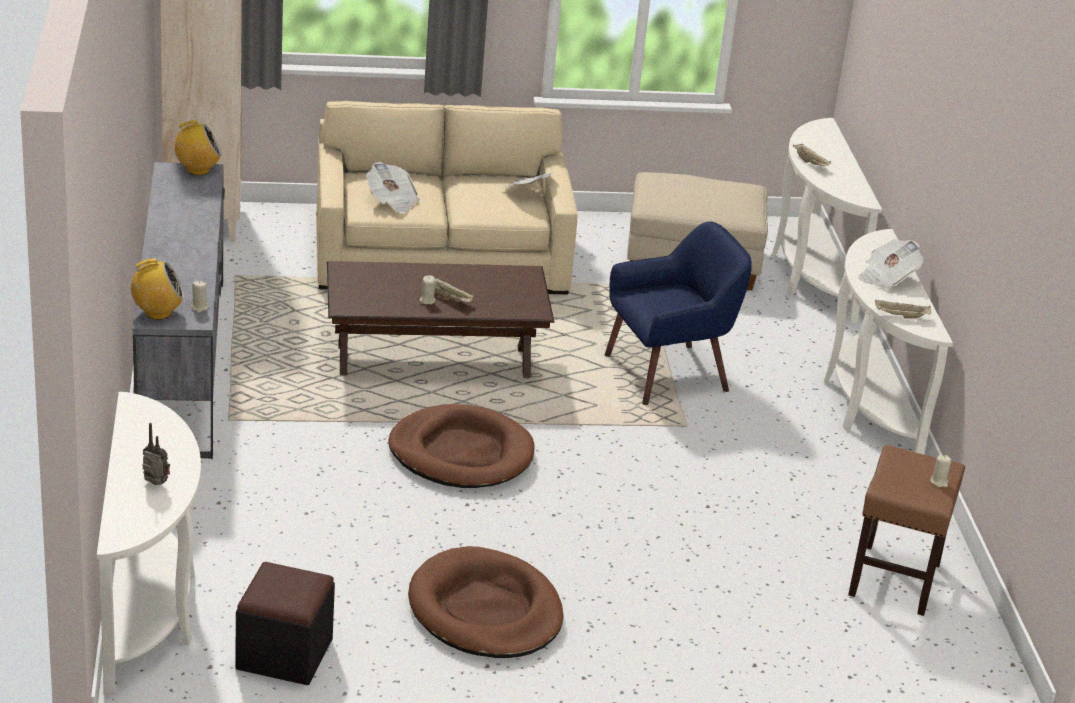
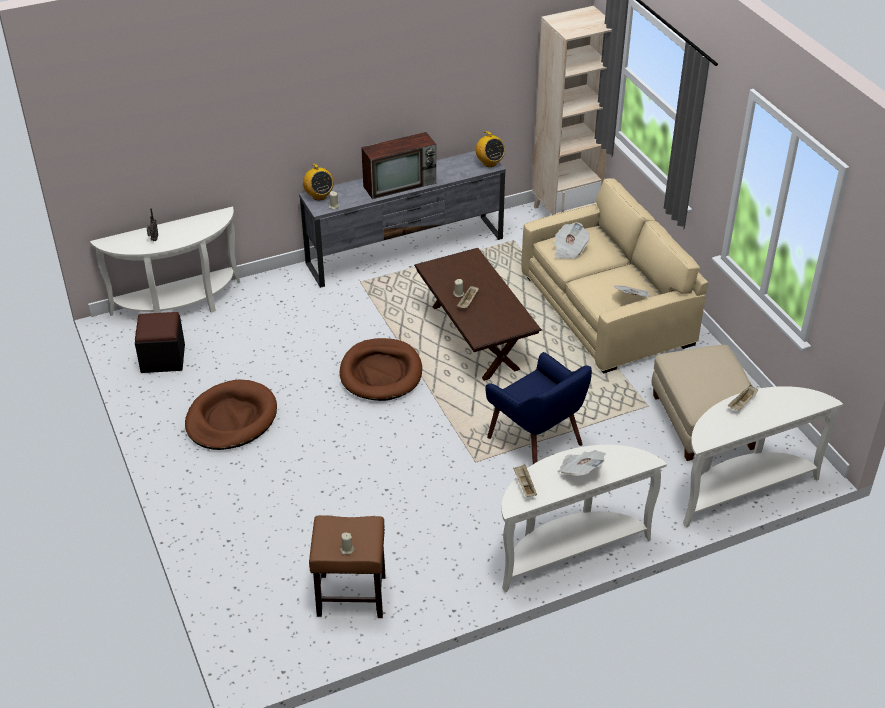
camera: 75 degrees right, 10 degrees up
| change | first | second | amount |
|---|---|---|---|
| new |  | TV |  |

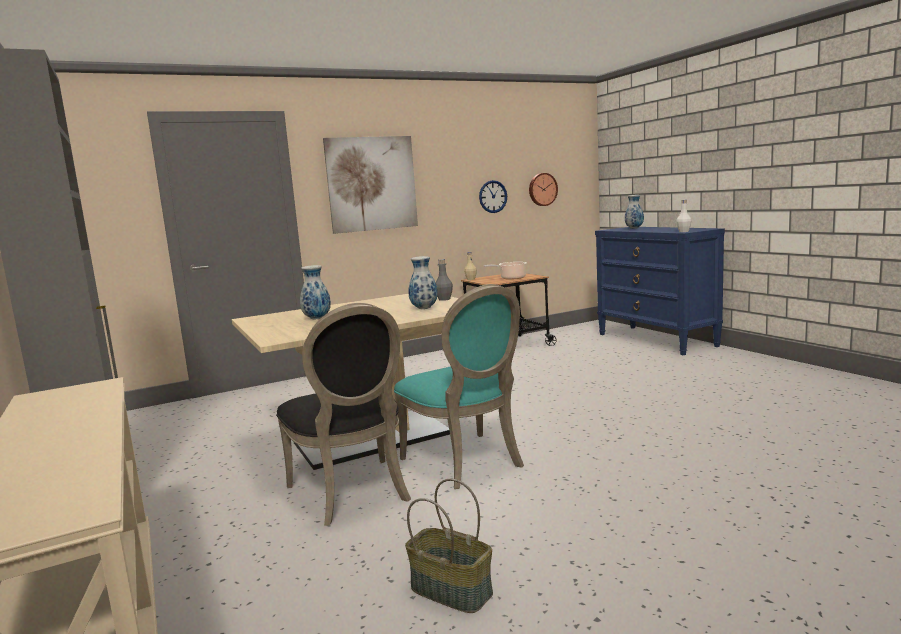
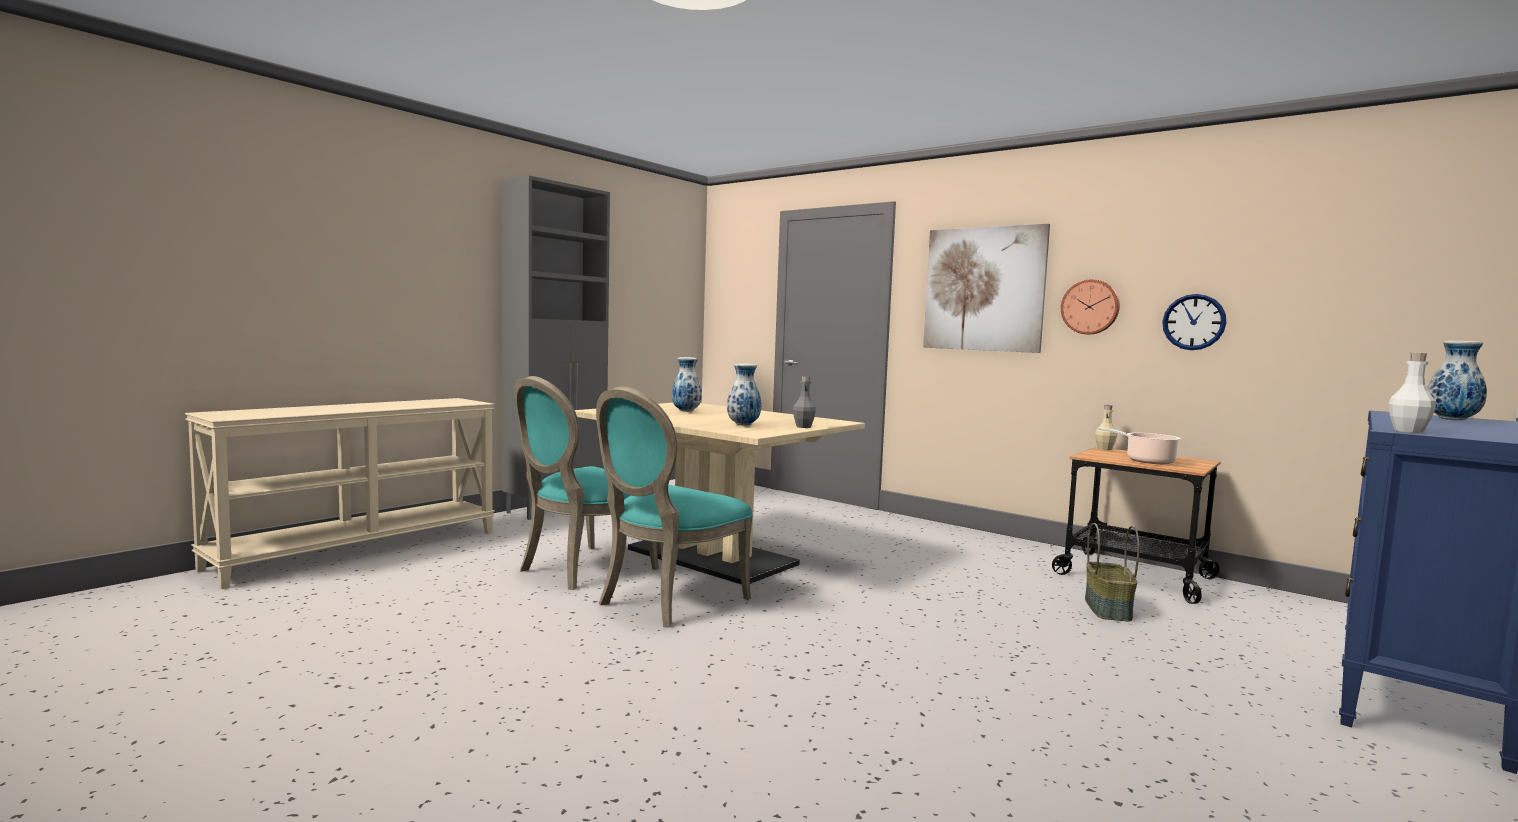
camera: 65 degrees right, 5 degrees down
| change | first | second | amount |
|---|---|---|---|
| shifted | hanging clock (no. 2 from left in the first image) | hanging clock (no. 1 from left) |  |
| repainted | black upright chair | turquoise upright chair (no. 1 from left) |  |
| shifted | storage basket |  |  |

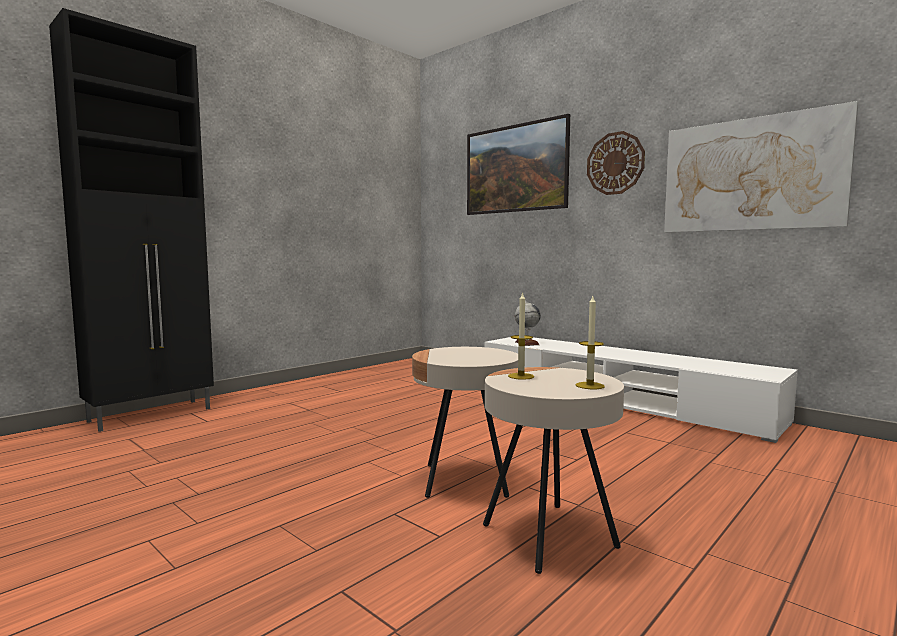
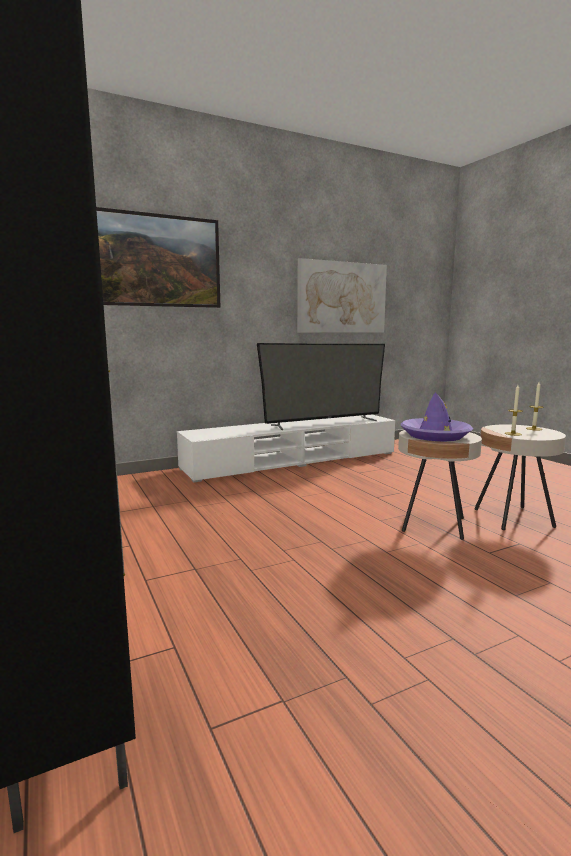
camera: 70 degrees left, 5 degrees up
| change | first | second | amount |
|---|---|---|---|
| gone | hanging clock |  |  |
| gone | desk globe |  |  |
| new |  | TV |  |
| new |  | purple-coloured clothing hat |  |

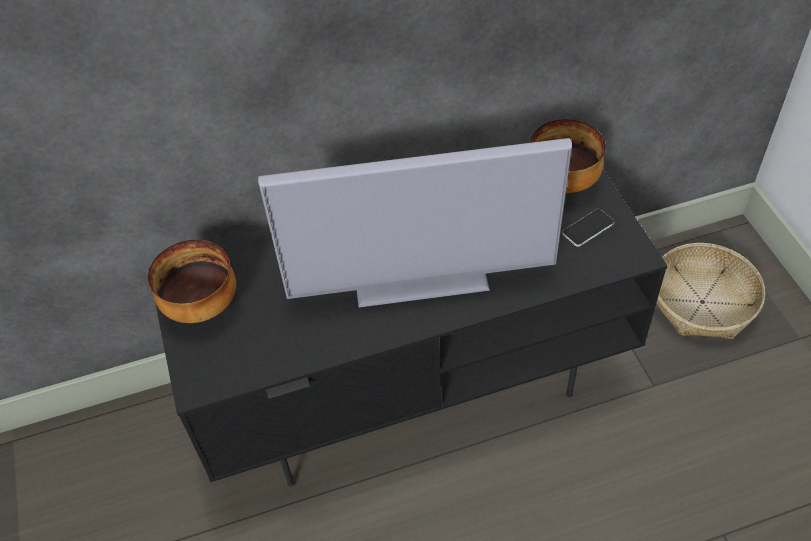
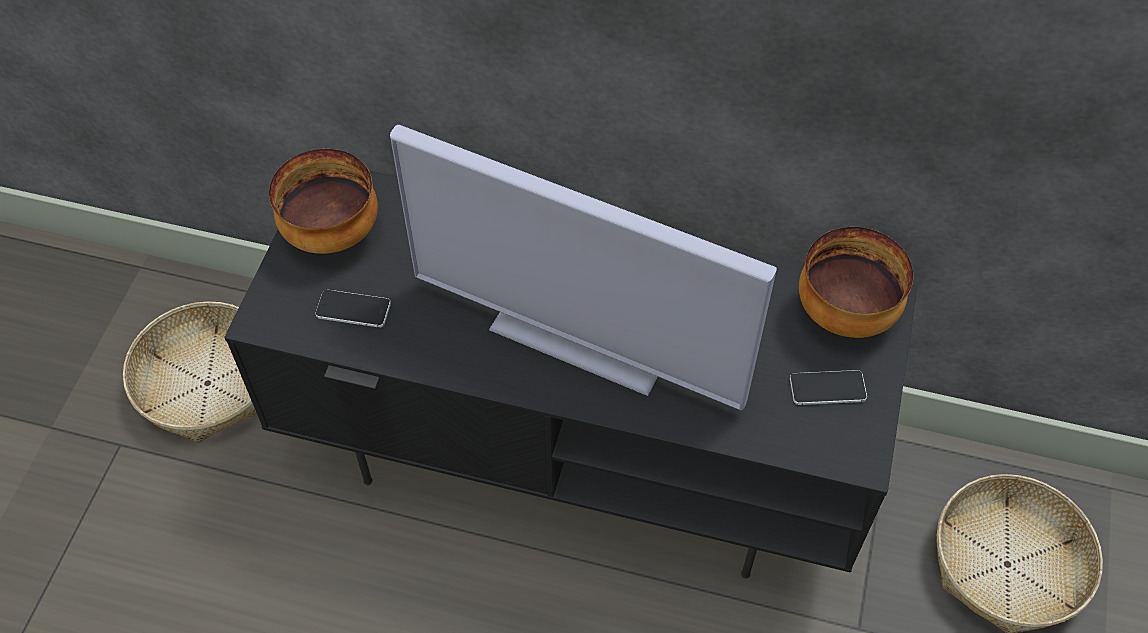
camera: 30 degrees right, 5 degrees up
| change | first | second | amount |
|---|---|---|---|
| new |  | phone (no. 1 from left) |  |
| new |  | storage basket (no. 1 from left) |  |

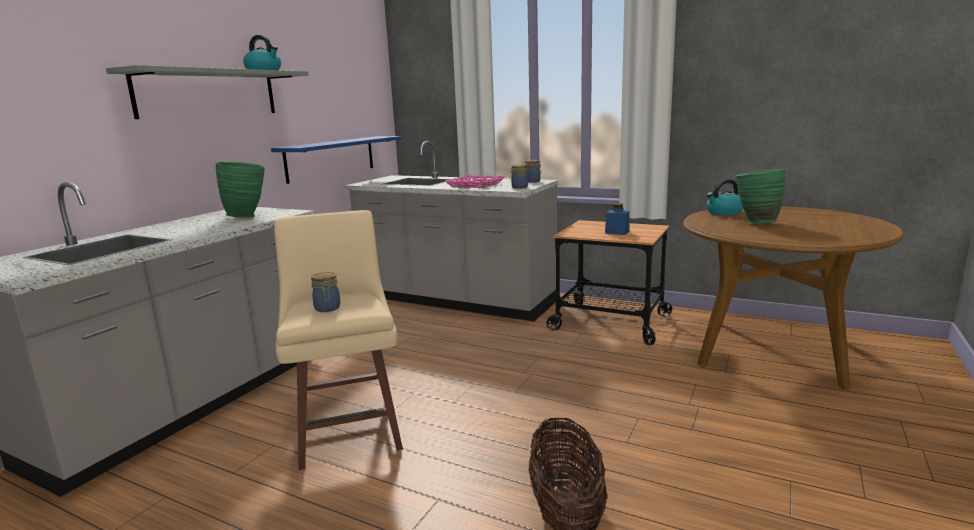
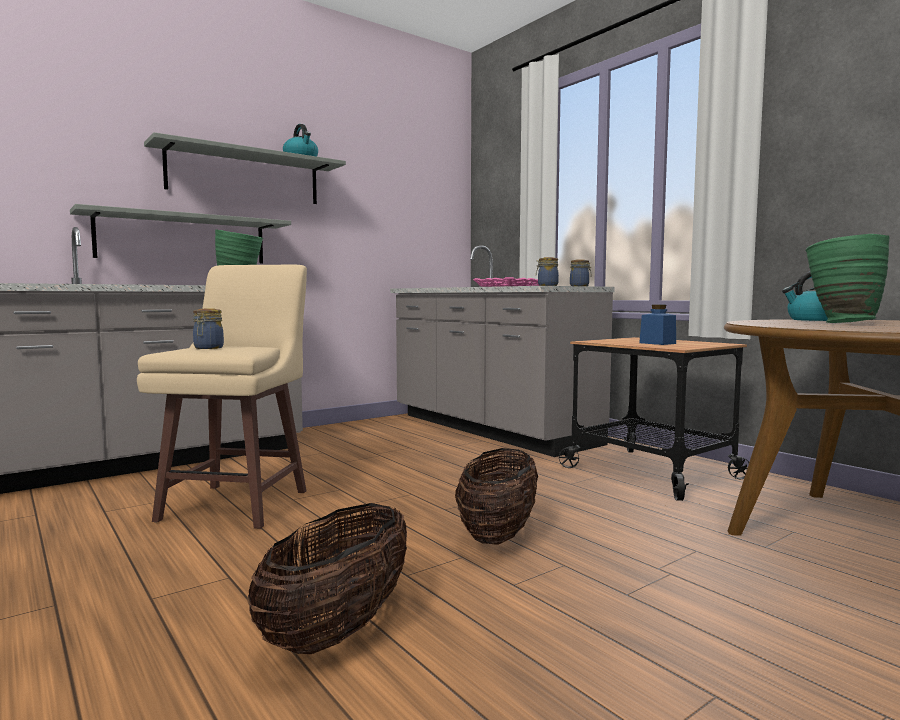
camera: 25 degrees right, 10 degrees down
| change | first | second | amount |
|---|---|---|---|
| gone | blue-coloured bracket shelf |  |  |
| new |  | greyish bracket shelf (no. 1 from left) |  |
| new |  | storage basket (no. 2 from left) |  |

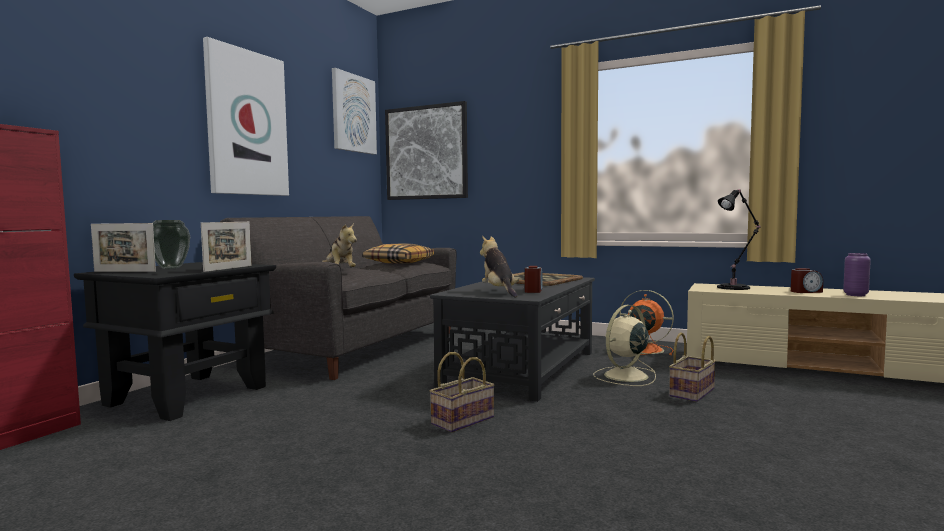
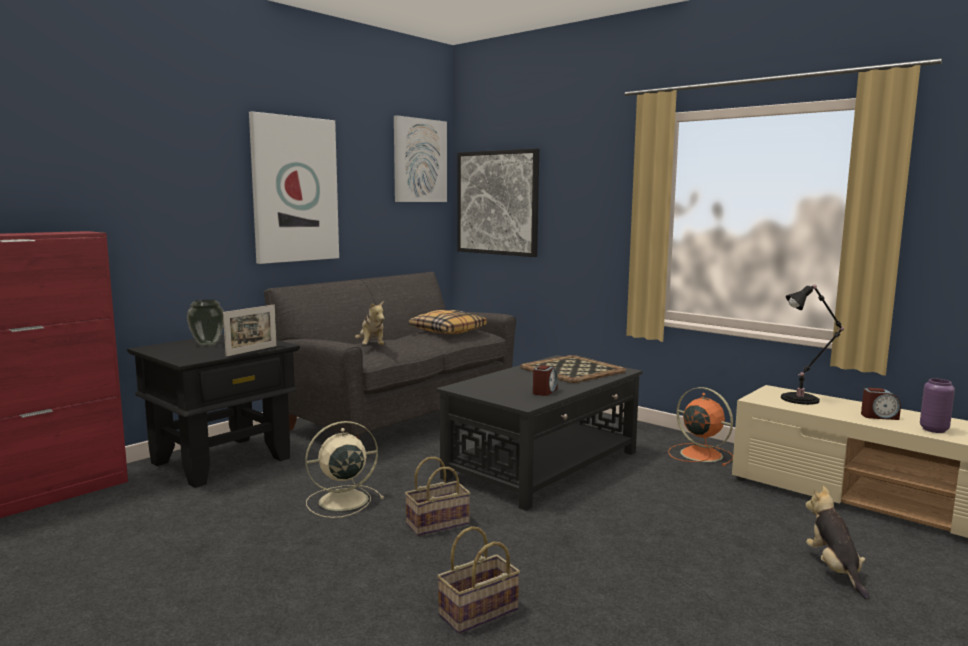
camera: 15 degrees right, 5 degrees up
| change | first | second | amount |
|---|---|---|---|
| gone | photo frame (no. 1 from left) |  |  |
| shifted | soft toy (no. 2 from left) |  |  |
| shifted | beige fan |  |  |
| shifted | storage basket (no. 2 from left) |  |  |

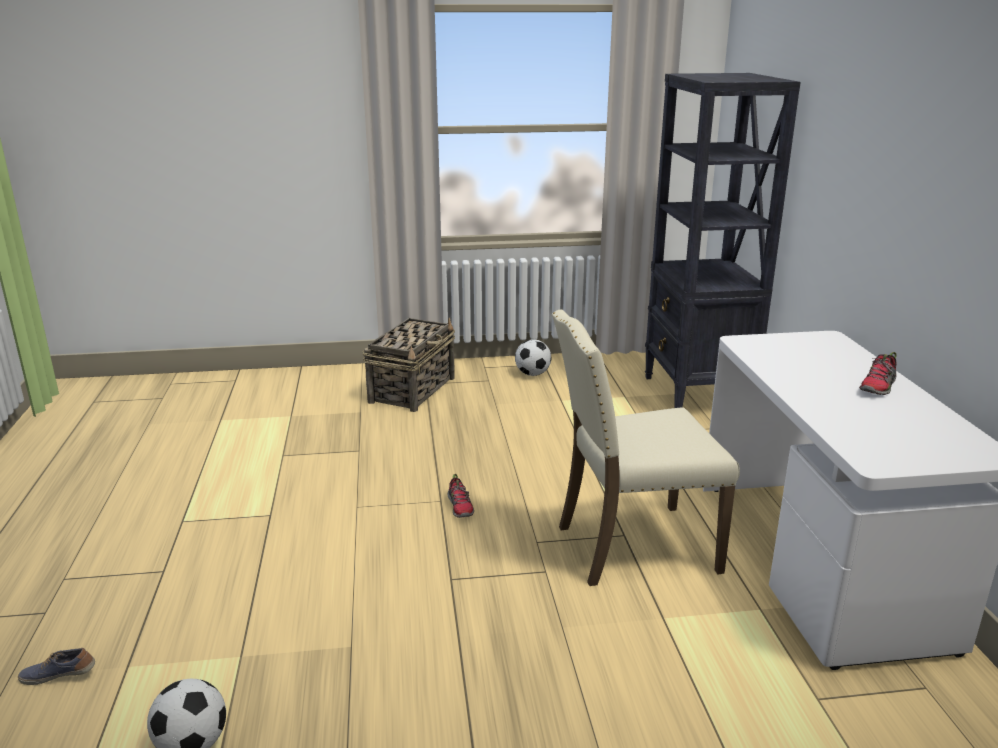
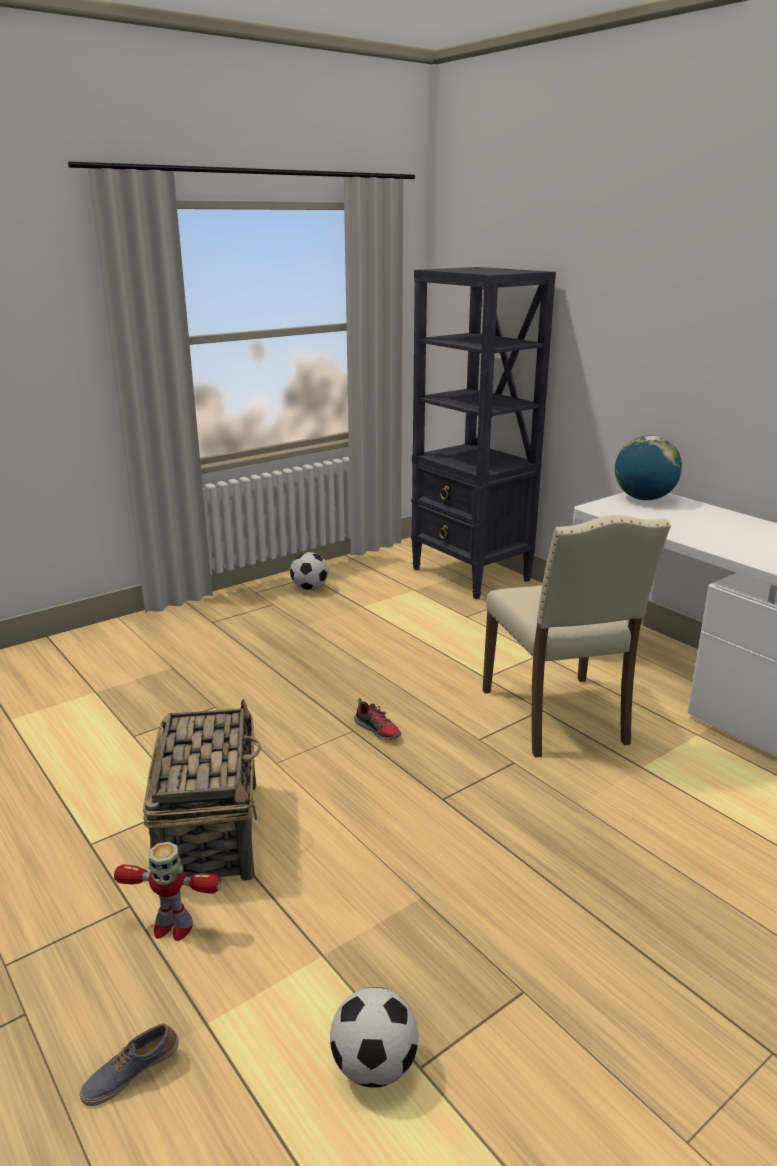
camera: 30 degrees left, 0 degrees up
| change | first | second | amount |
|---|---|---|---|
| rotated | beige upright chair |  | 60 degrees counterclockwise |
| shifted | storage basket |  |  |
| gone | low shoe (no. 3 from left) |  |  |
| new |  | desk globe |  |
| new |  | toy robot |  |

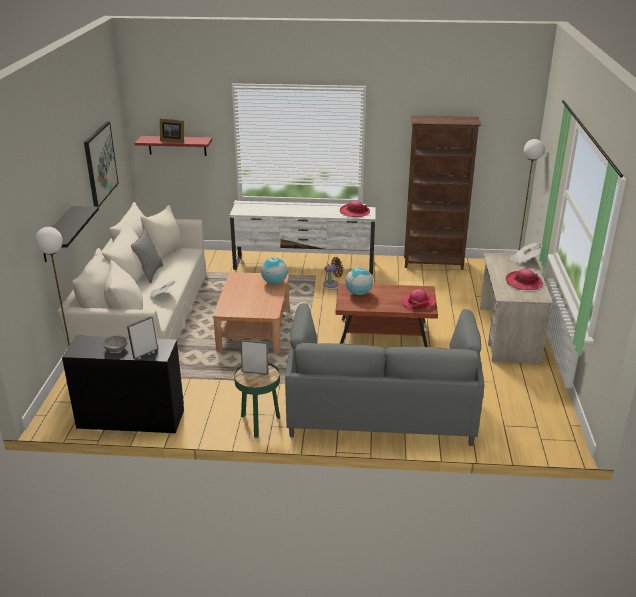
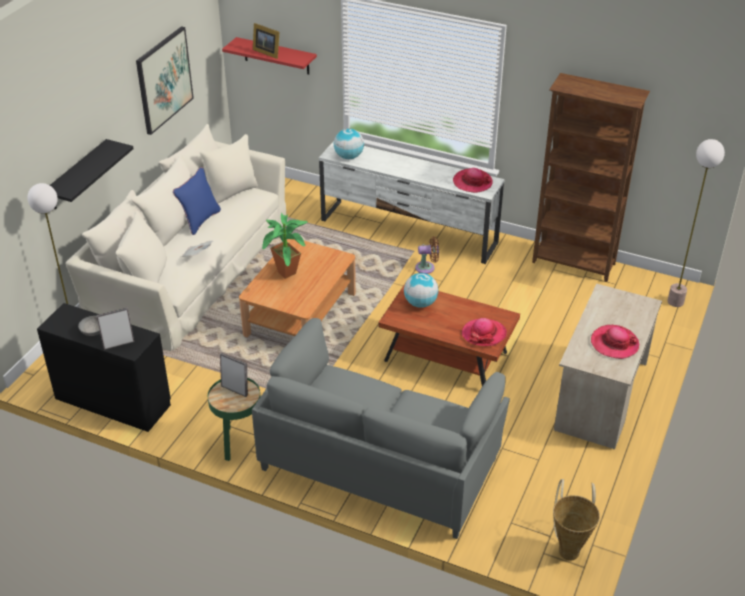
camera: 20 degrees right, 10 degrees up
| change | first | second | amount |
|---|---|---|---|
| repainted | greyish cushion | blue-coloured cushion |  |
| gone | printed paper (no. 2 from left) |  |  |
| shifted | desk globe (no. 1 from left) |  |  |
| new |  | houseplant |  |
| new |  | storage basket |  |

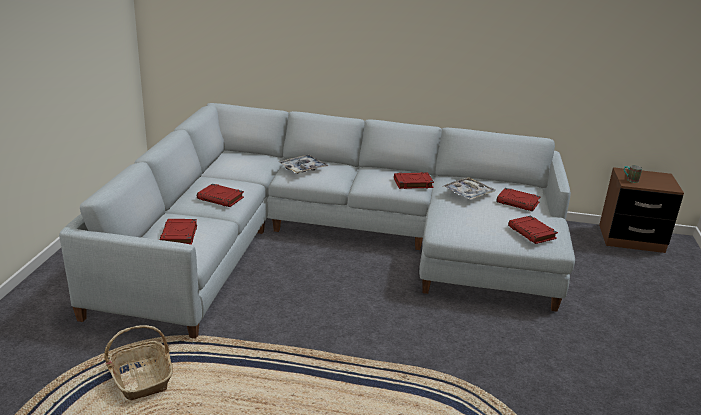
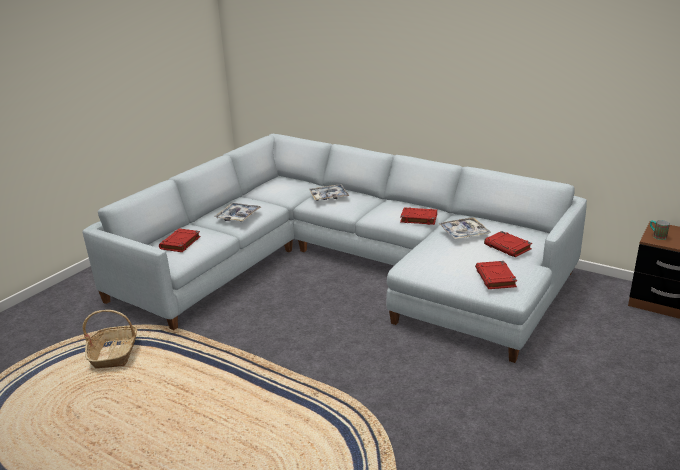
camera: 25 degrees right, 0 degrees up
| change | first | second | amount |
|---|---|---|---|
| swapped | red-coloured book (no. 2 from left) | tray (no. 1 from left) |  |

